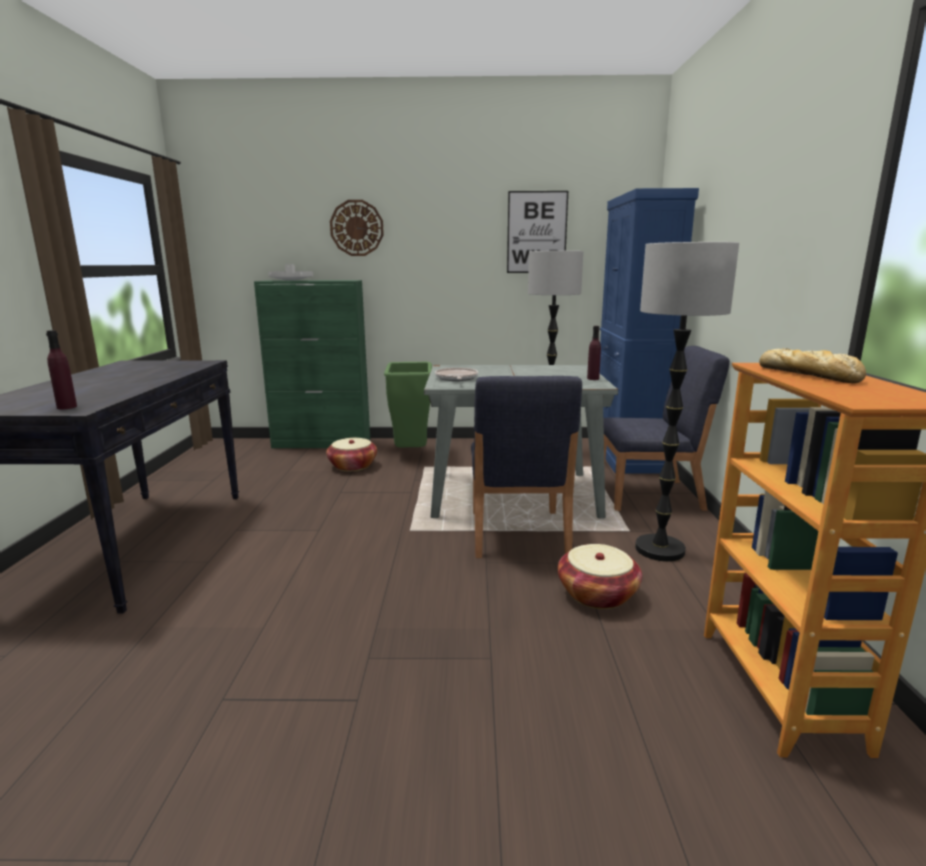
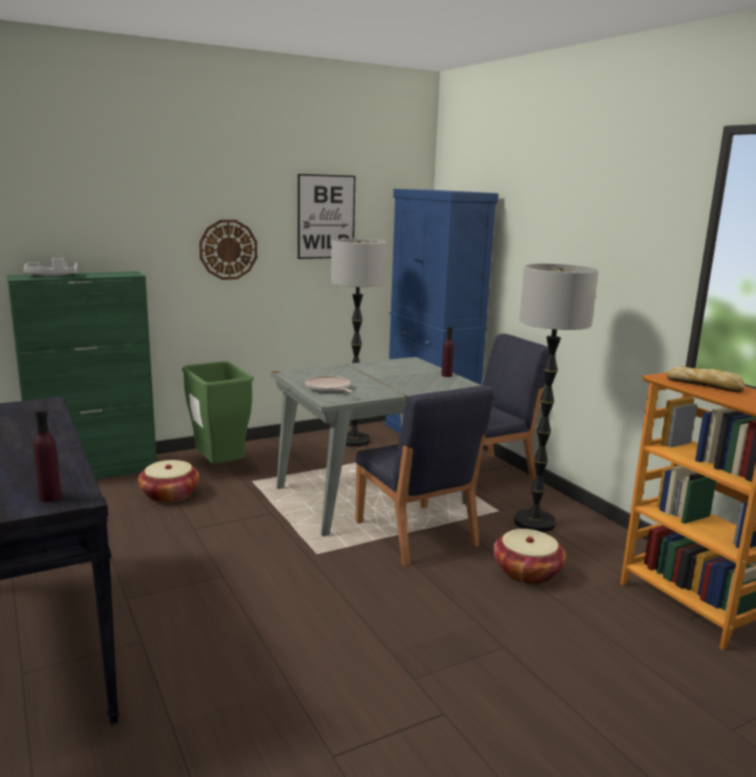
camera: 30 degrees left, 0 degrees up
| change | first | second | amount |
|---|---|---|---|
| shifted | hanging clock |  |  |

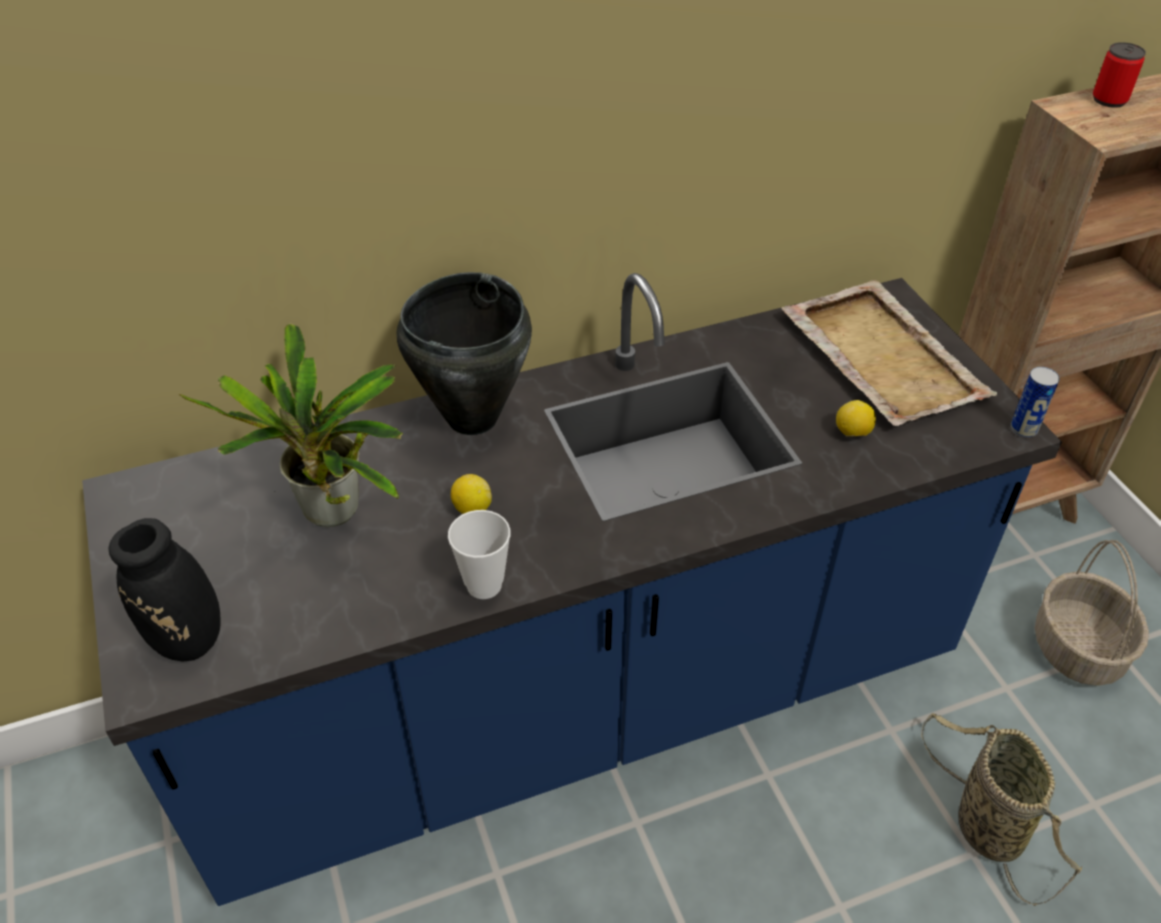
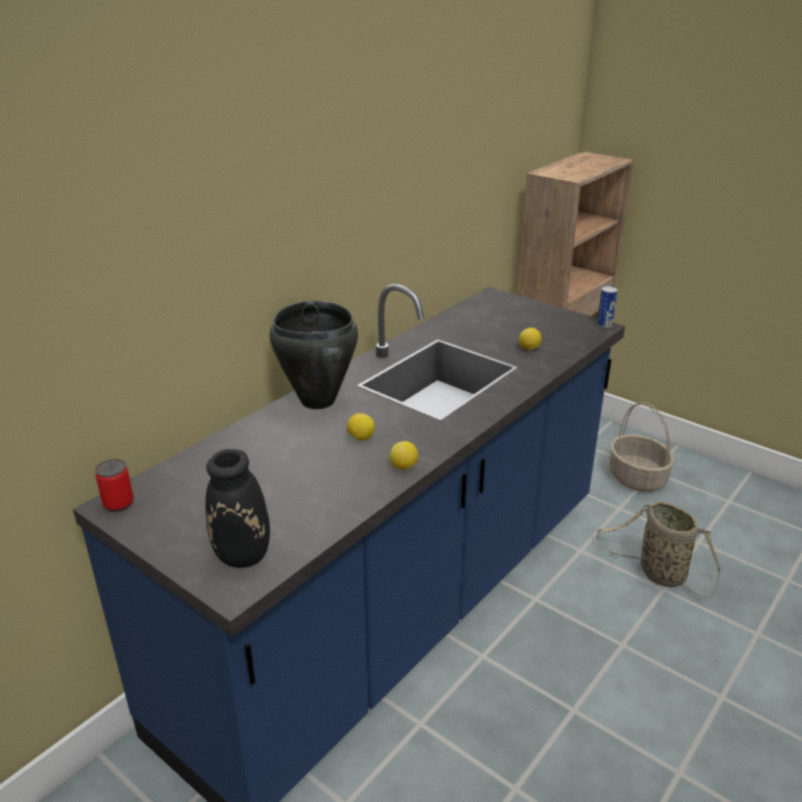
camera: 30 degrees left, 15 degrees down
| change | first | second | amount |
|---|---|---|---|
| shifted | sealed can (no. 2 from left in the first image) | sealed can (no. 1 from left) |  |
| gone | beige tray |  |  |
| gone | houseplant |  |  |
| swapped | cup | whole lemon (no. 2 from left) |  |

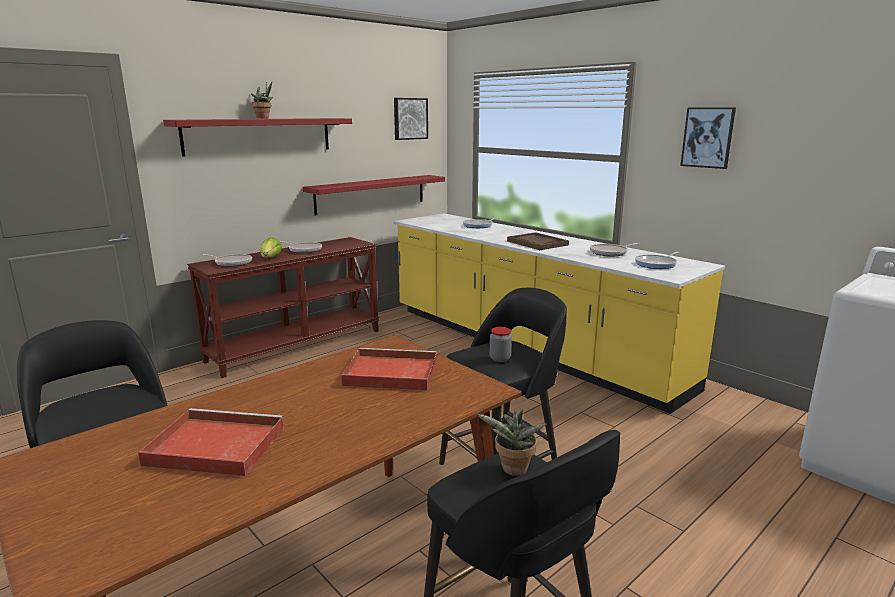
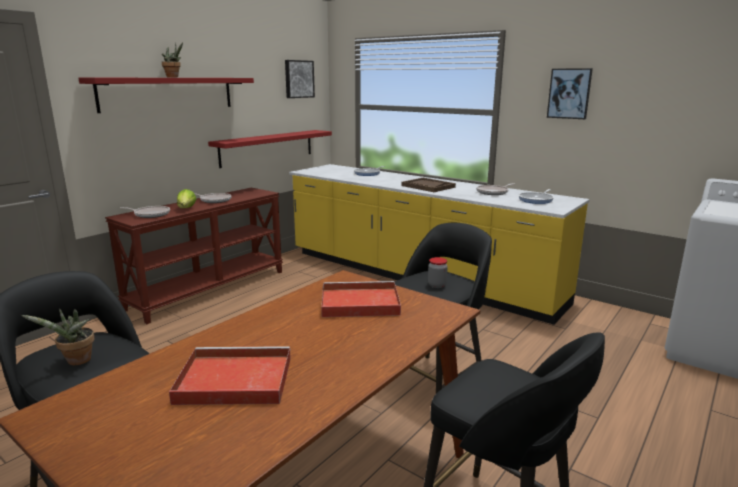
camera: 10 degrees left, 0 degrees up
| change | first | second | amount |
|---|---|---|---|
| shifted | houseplant (no. 2 from left in the first image) | houseplant (no. 1 from left) |  |

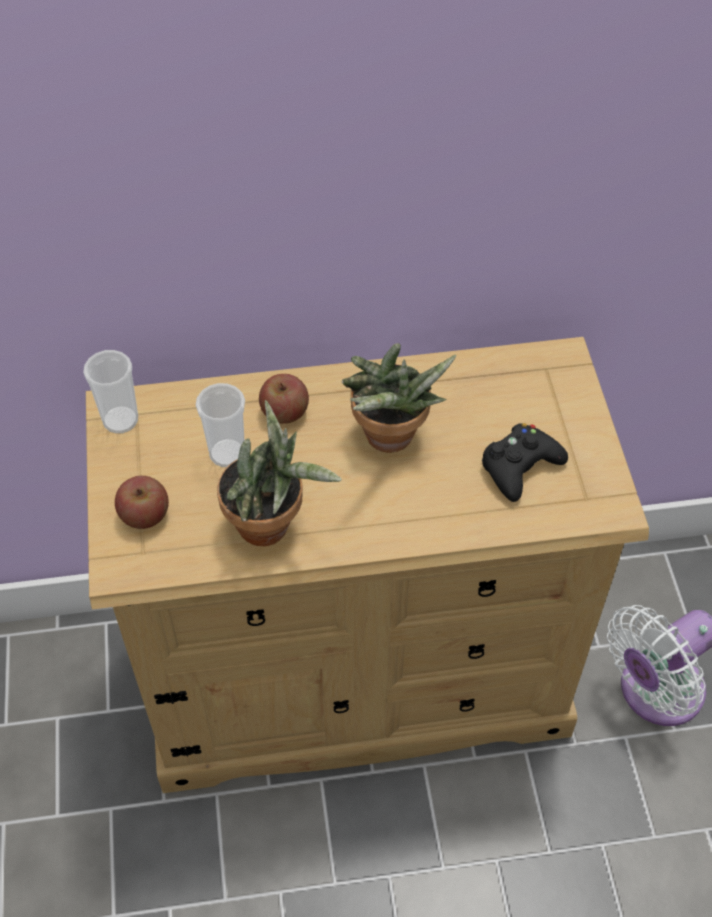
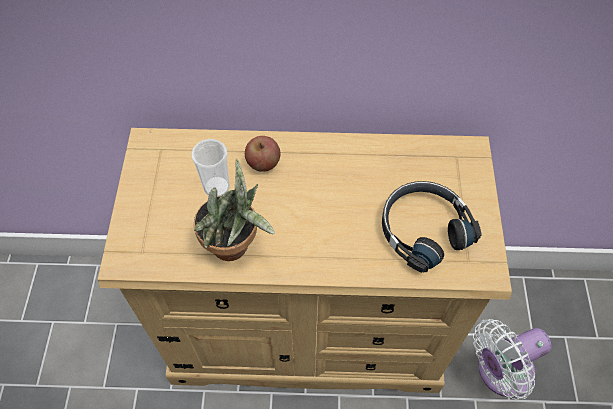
camera: 10 degrees right, 5 degrees up
| change | first | second | amount |
|---|---|---|---|
| gone | houseplant (no. 2 from left) |  |  |
| gone | cup (no. 1 from left) |  |  |
| swapped | black gamepad | black headset |  |
| gone | apple (no. 1 from left) |  |  |

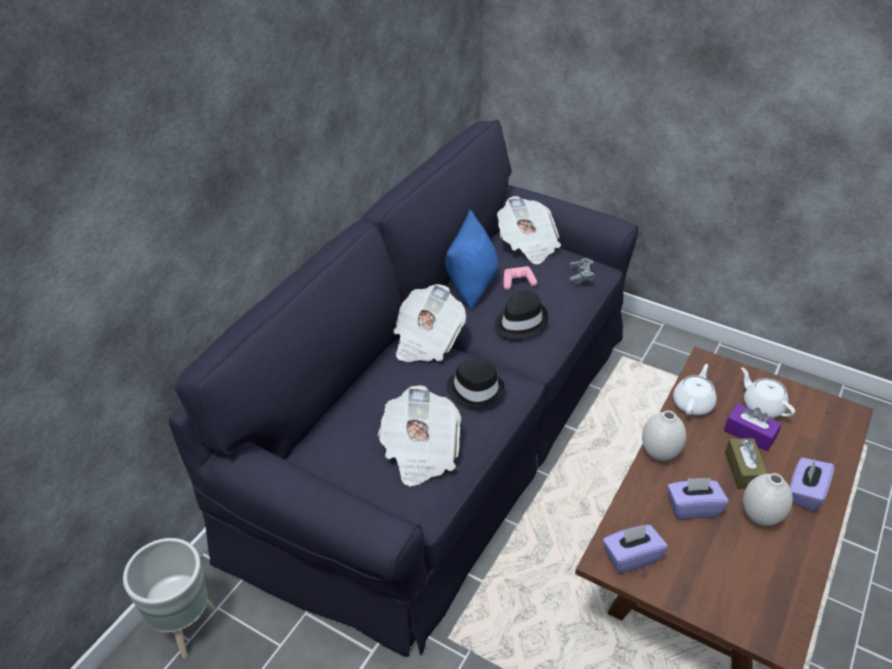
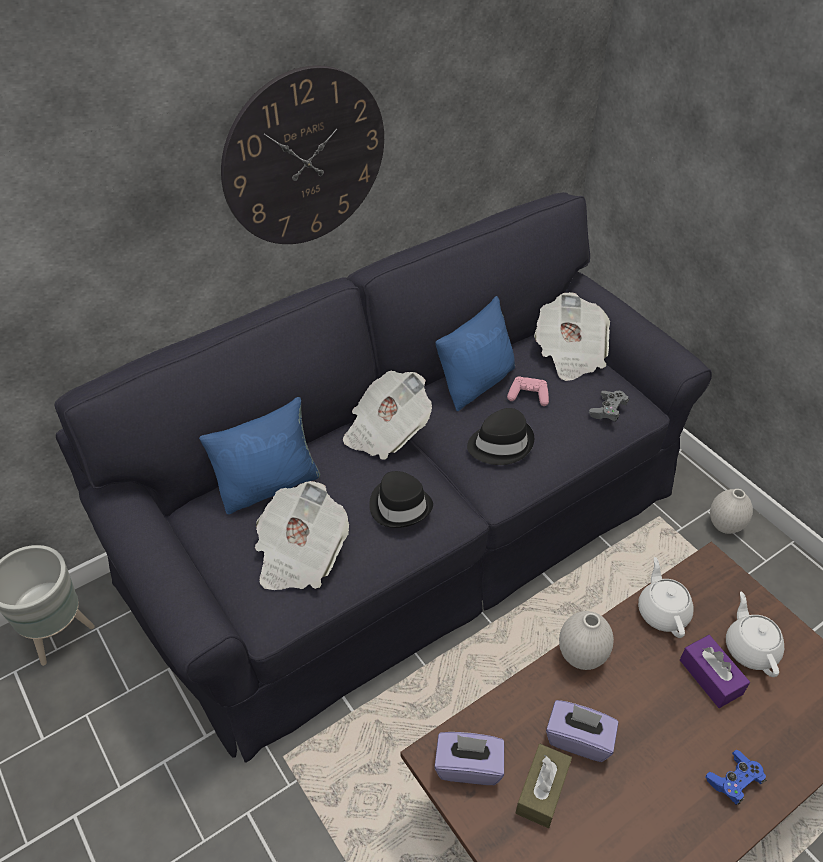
camera: 25 degrees right, 5 degrees up
| change | first | second | amount |
|---|---|---|---|
| rotated | white-coloured pot for tea (no. 1 from left) |  | 60 degrees counterclockwise |
| shifted | brown-coloured box of tissues |  |  |
| swapped | purple-coloured box of tissues (no. 4 from left) | blue-coloured gamepad |  |
| shifted | white-coloured vase (no. 2 from left) |  |  |
| new |  | hanging clock |  |
| new |  | blue-coloured cushion (no. 1 from left) |  |

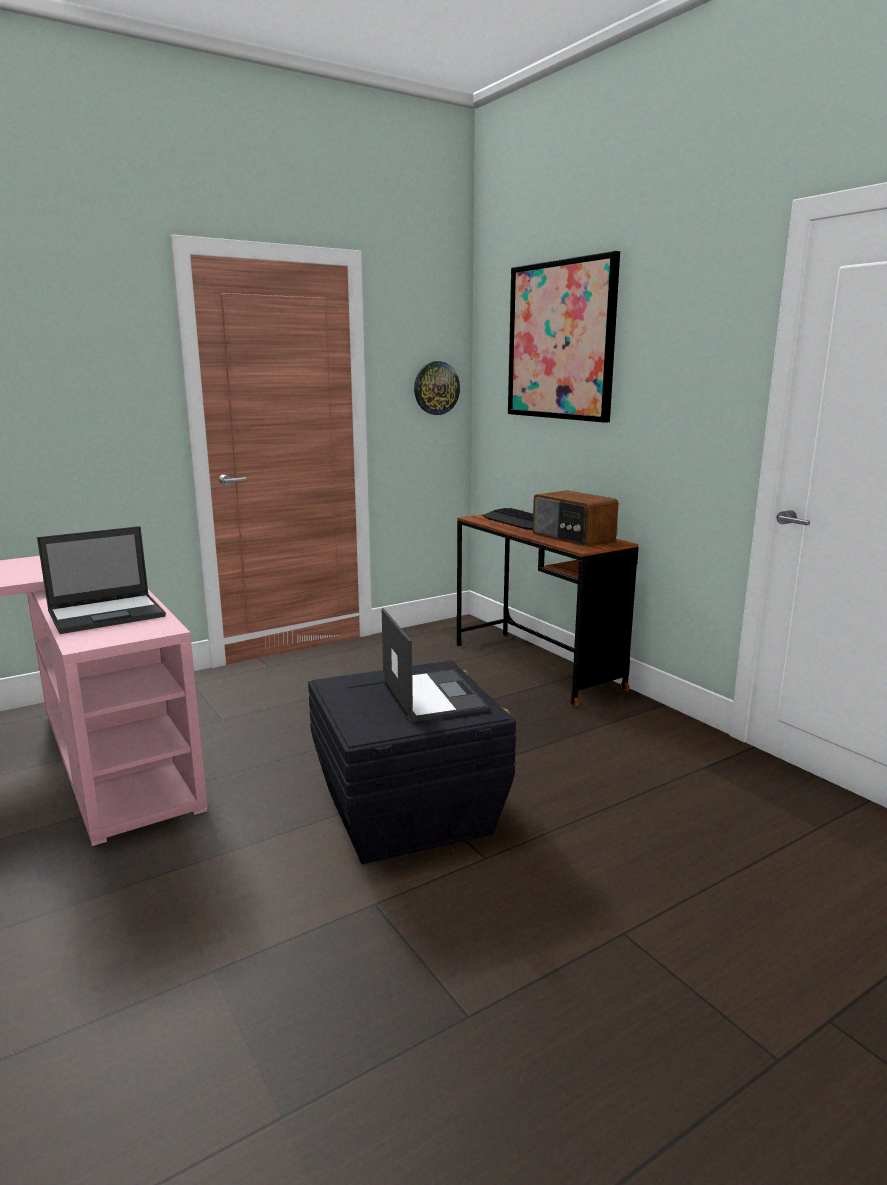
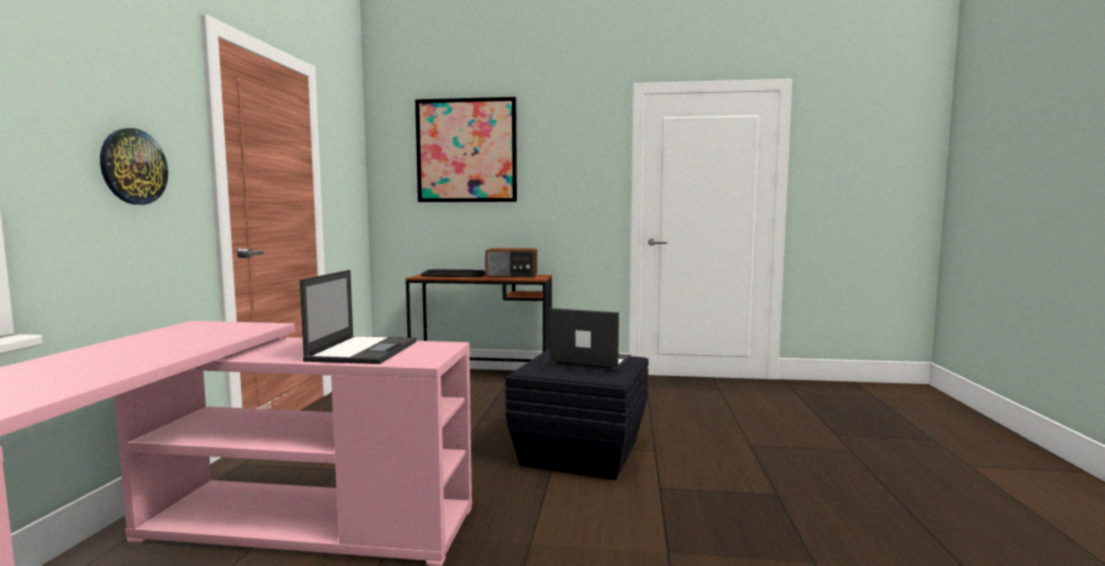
camera: 50 degrees left, 10 degrees down
| change | first | second | amount |
|---|---|---|---|
| shifted | hanging clock |  |  |

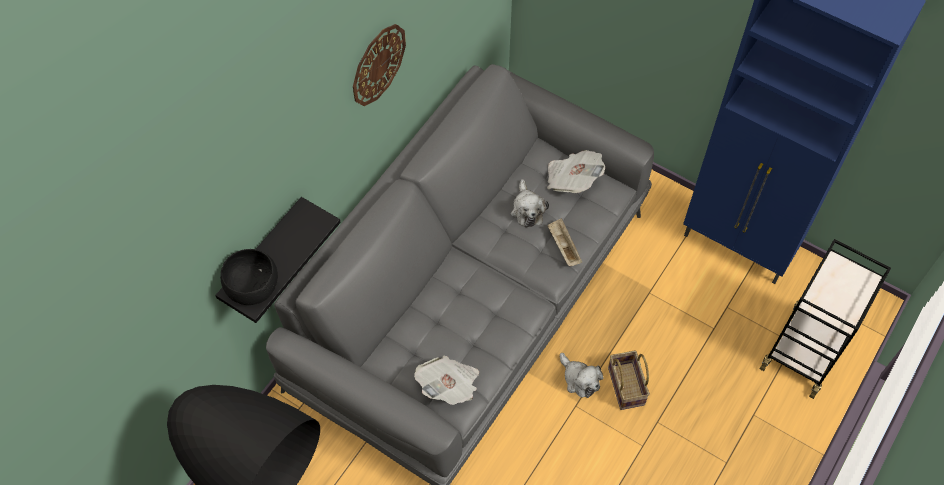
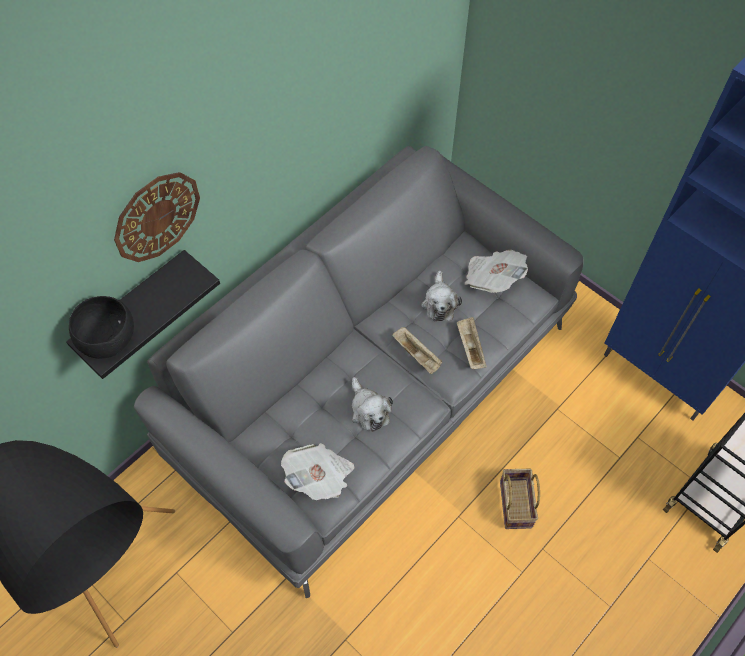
camera: 10 degrees right, 0 degrees up
| change | first | second | amount |
|---|---|---|---|
| shifted | hanging clock |  |  |
| shifted | soft toy (no. 2 from left in the first image) | soft toy (no. 1 from left) |  |
| new |  | beige tray (no. 1 from left) |  |

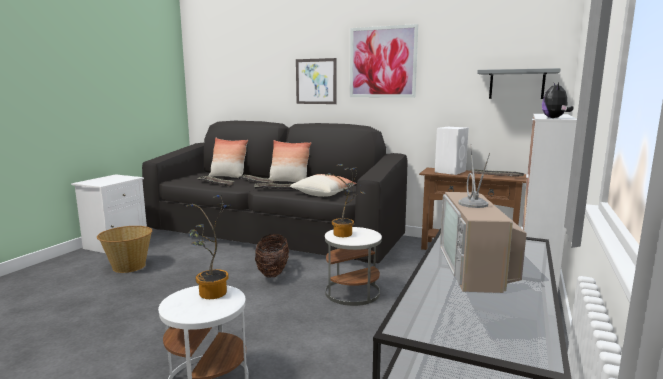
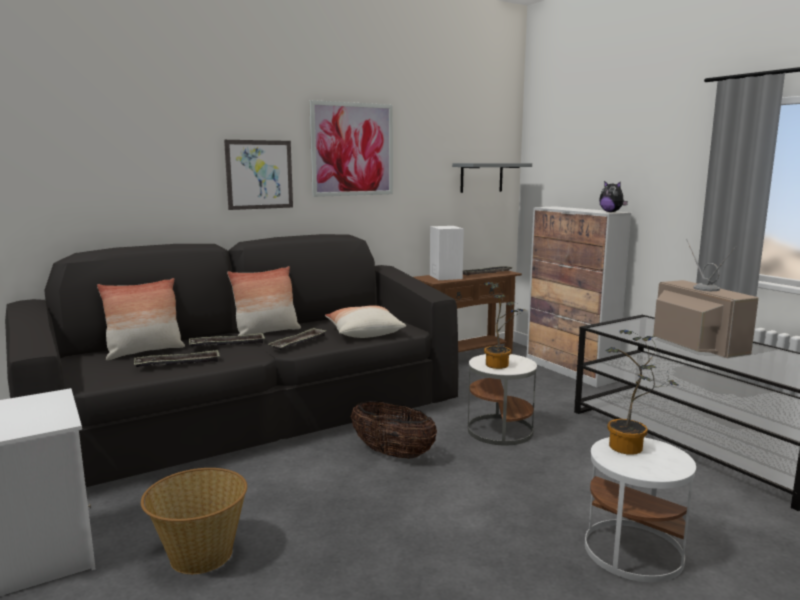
camera: 55 degrees left, 0 degrees up
| change | first | second | amount |
|---|---|---|---|
| rotated | TV |  | 150 degrees counterclockwise |

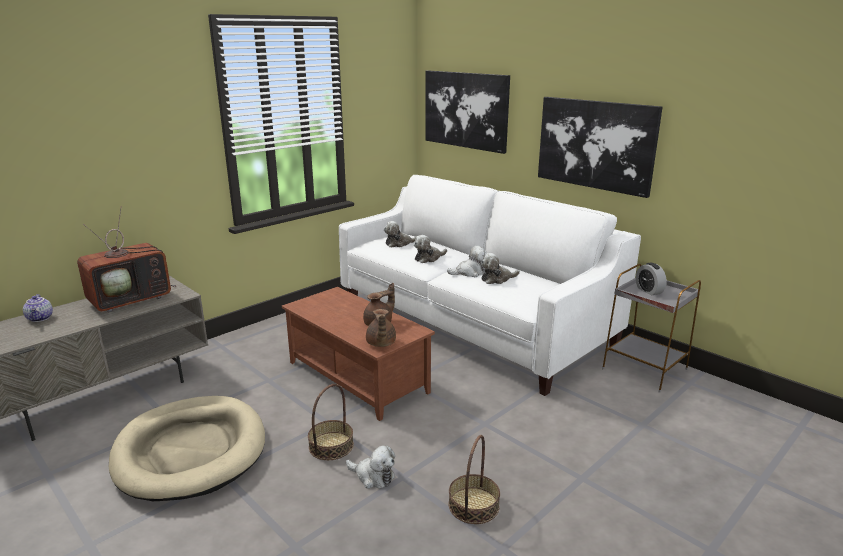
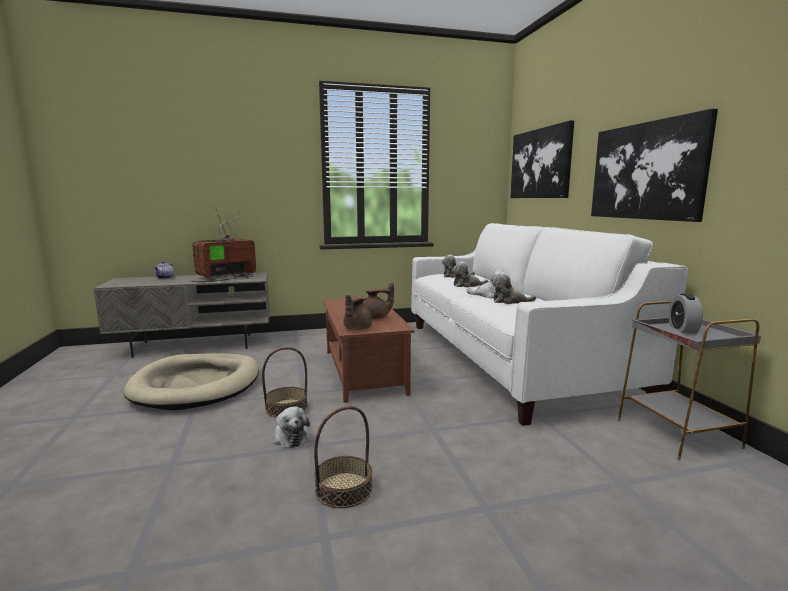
camera: 30 degrees right, 10 degrees down
| change | first | second | amount |
|---|---|---|---|
| rotated | TV |  | 150 degrees clockwise |

